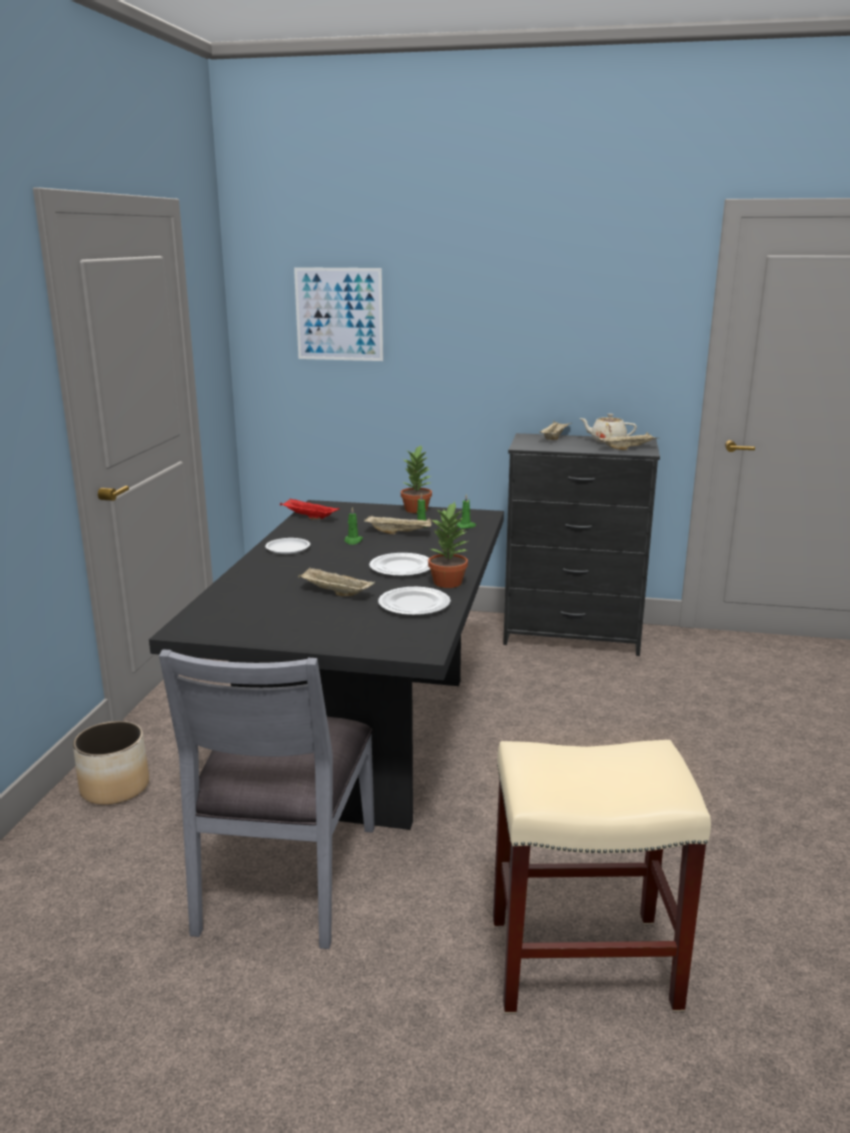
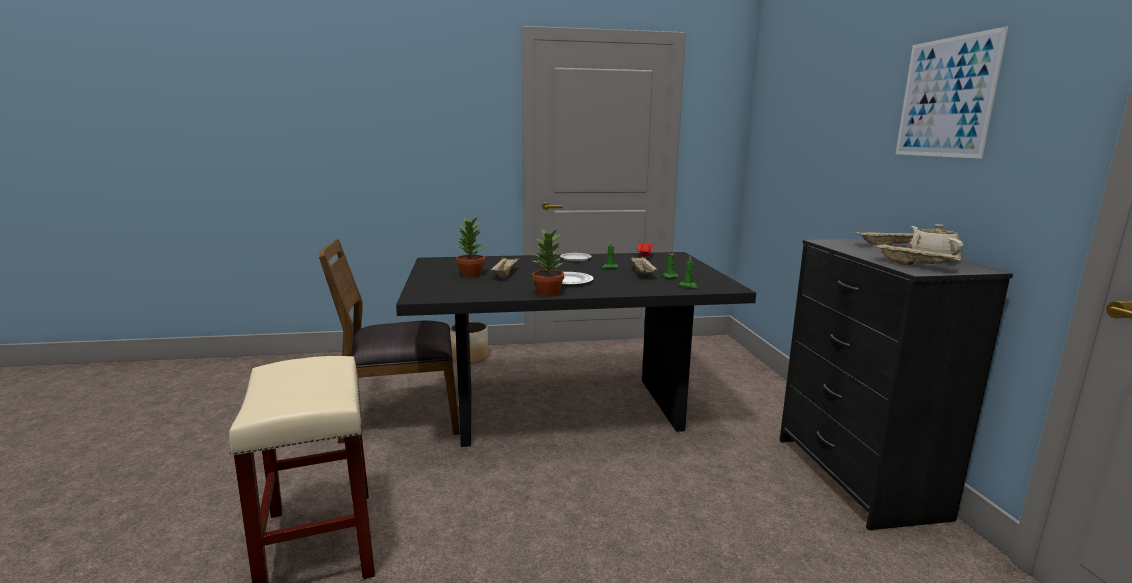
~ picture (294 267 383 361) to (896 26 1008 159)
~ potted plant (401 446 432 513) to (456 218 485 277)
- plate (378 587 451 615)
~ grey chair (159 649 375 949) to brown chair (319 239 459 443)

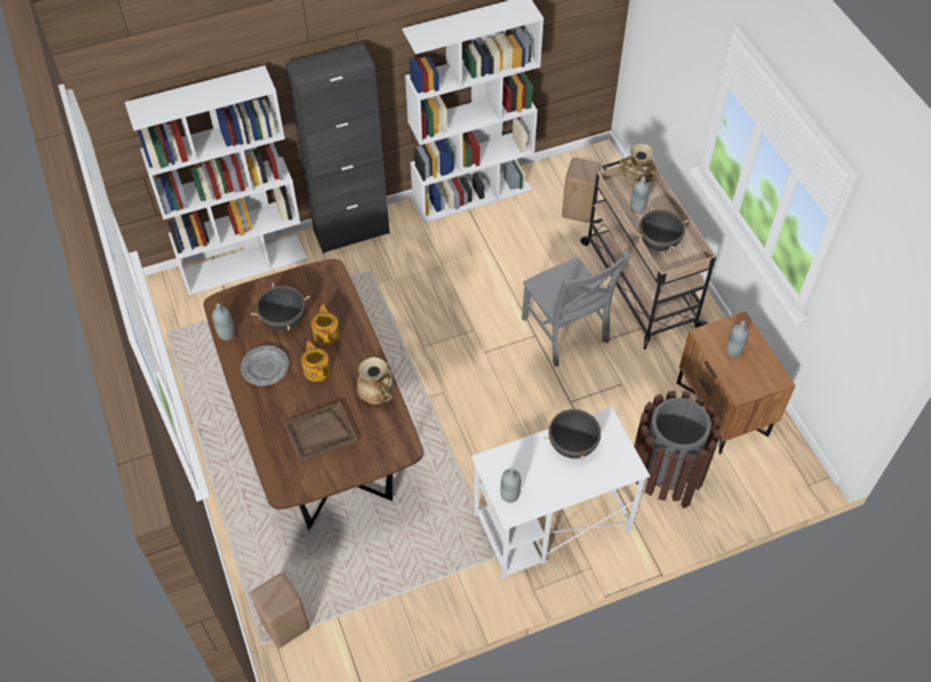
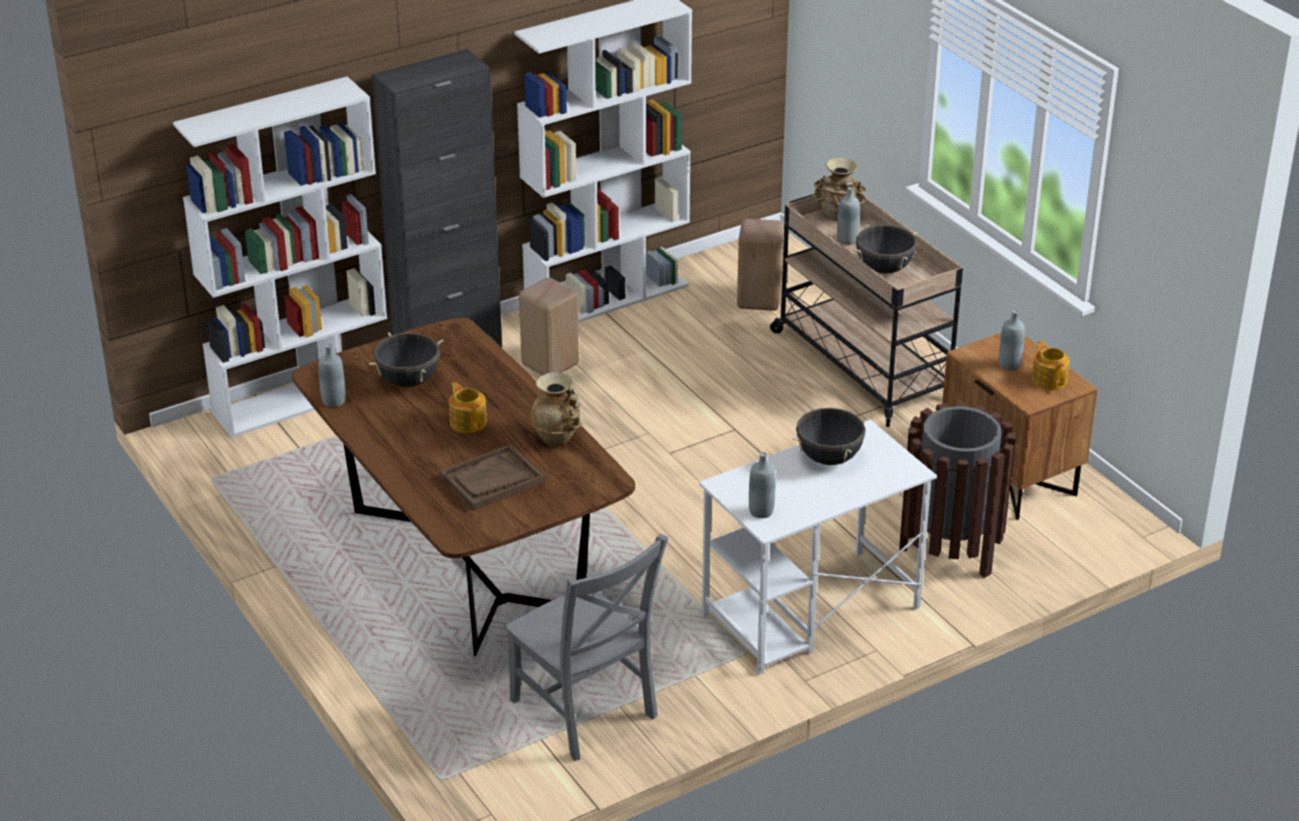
~ grey chair (522 252 631 367) to (504 534 669 761)
~ teapot (312 304 340 345) to (1032 341 1070 390)
- grey plate (241 345 289 386)
~ beige stool (250 573 310 648) to (519 278 579 375)

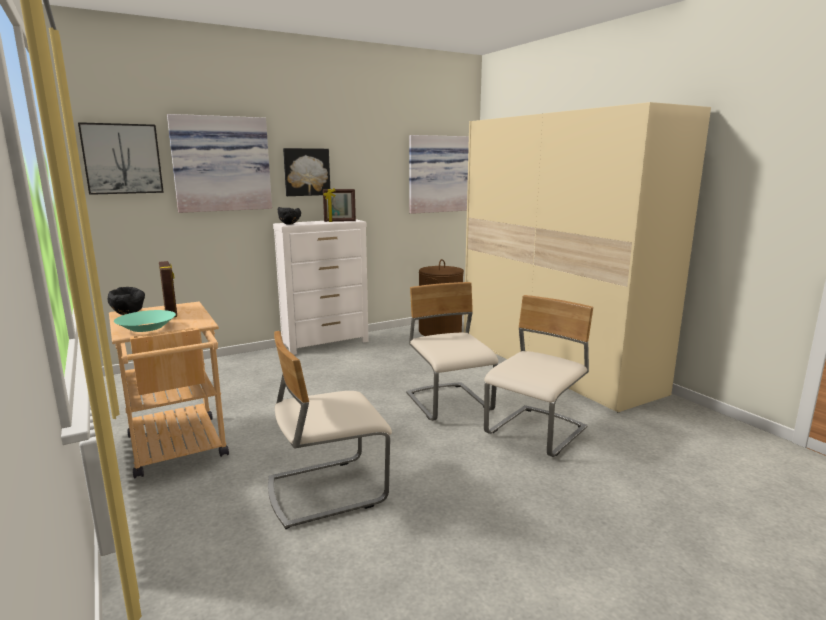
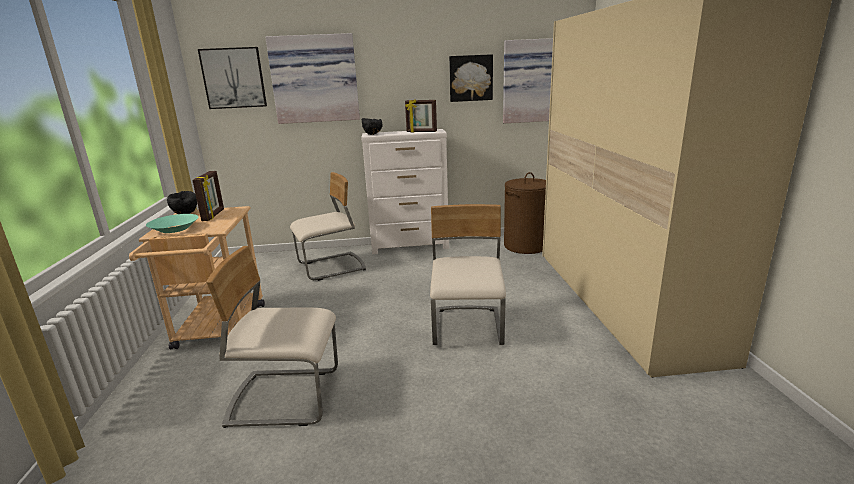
~ picture (283 148 330 196) to (449 54 493 102)
~ beige chair (484 295 593 457) to (290 172 366 281)

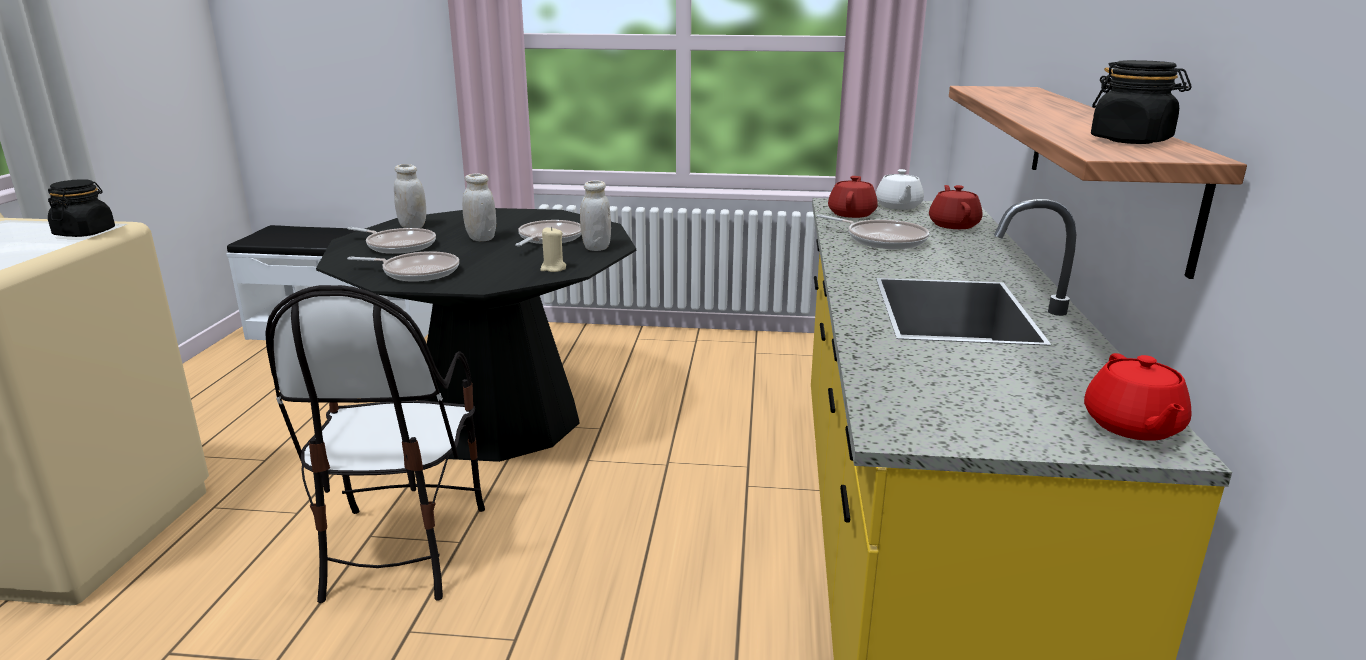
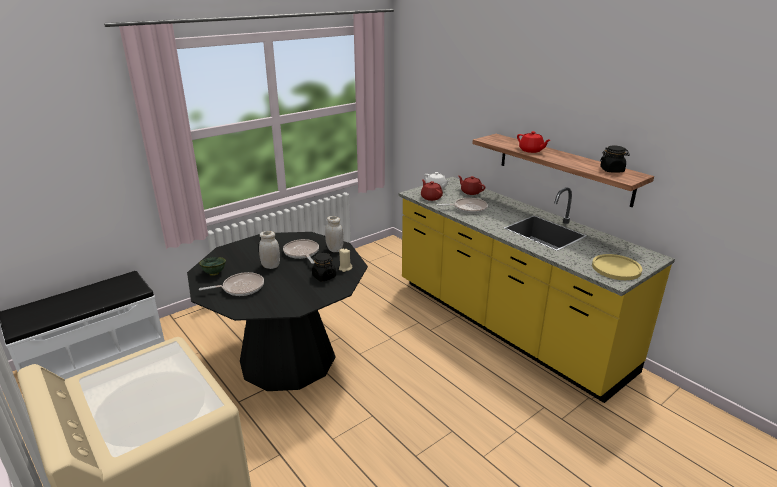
~ white jar (394 164 426 228) to green bowl (199 257 226 276)
~ black jar (48 179 115 237) to (312 253 336 282)
- frying pan (347 251 459 282)
- chair (265 285 485 603)
~ red teapot (1084 353 1192 441) to (517 131 550 153)
+ yellow plate (592 254 642 280)

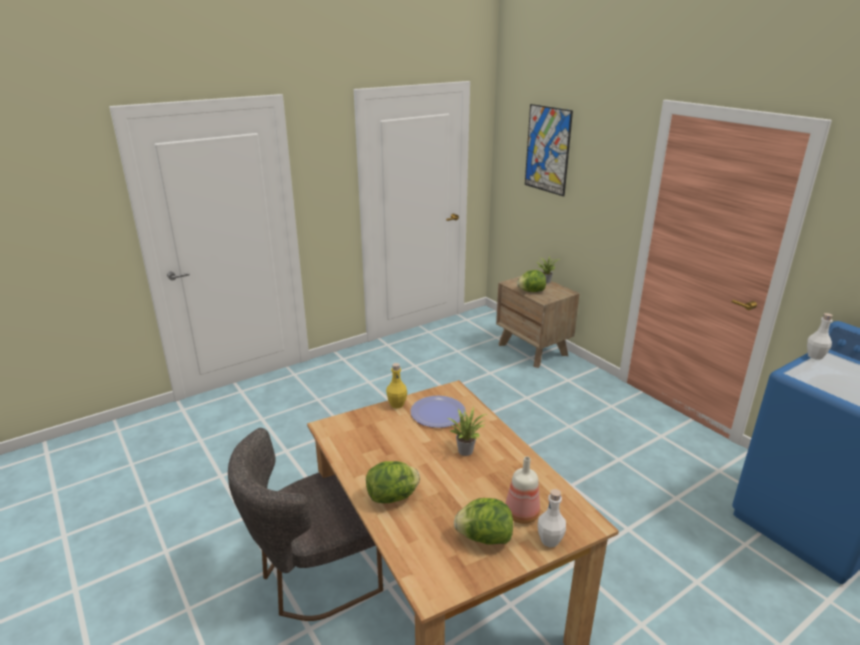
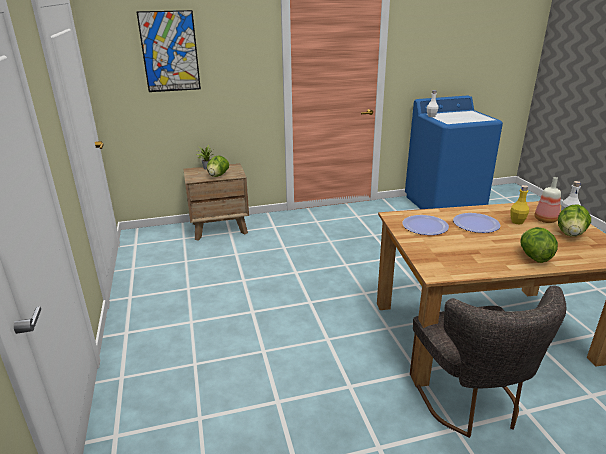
~ yellow bottle (386 363 407 409) to (510 185 529 224)
~ potted plant (448 407 487 456) to plate (453 213 500 233)

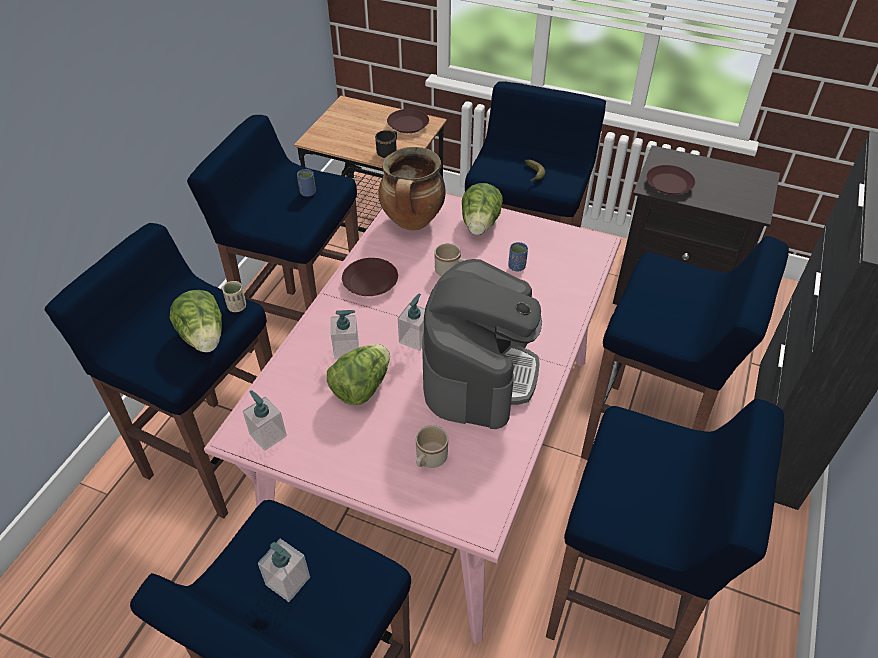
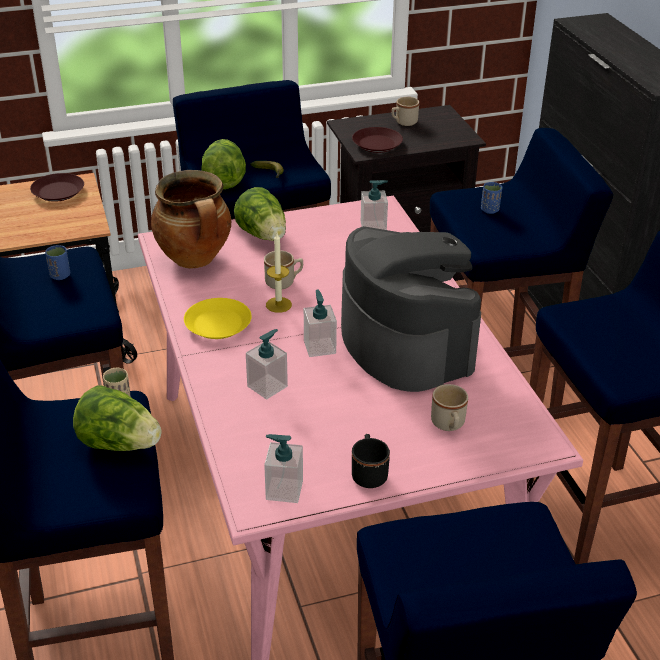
~ black mug (375 130 397 158) to (352 434 390 488)
~ blue cup (508 242 528 271) to (481 182 502 214)
~ brown plate (342 258 398 296) to yellow plate (184 298 252 339)
~ lettuce (327 344 390 405) to (201 139 246 190)
~ soap dispenser (258 539 310 602) to (361 180 388 230)
+ beige mug (392 97 419 126)
+ candle (266 233 292 313)

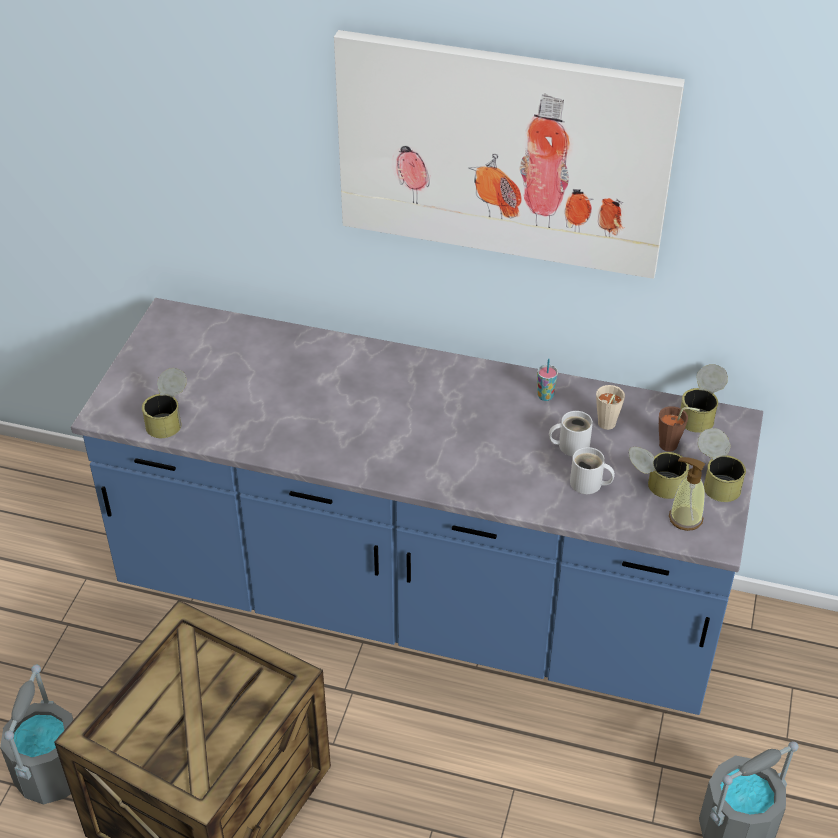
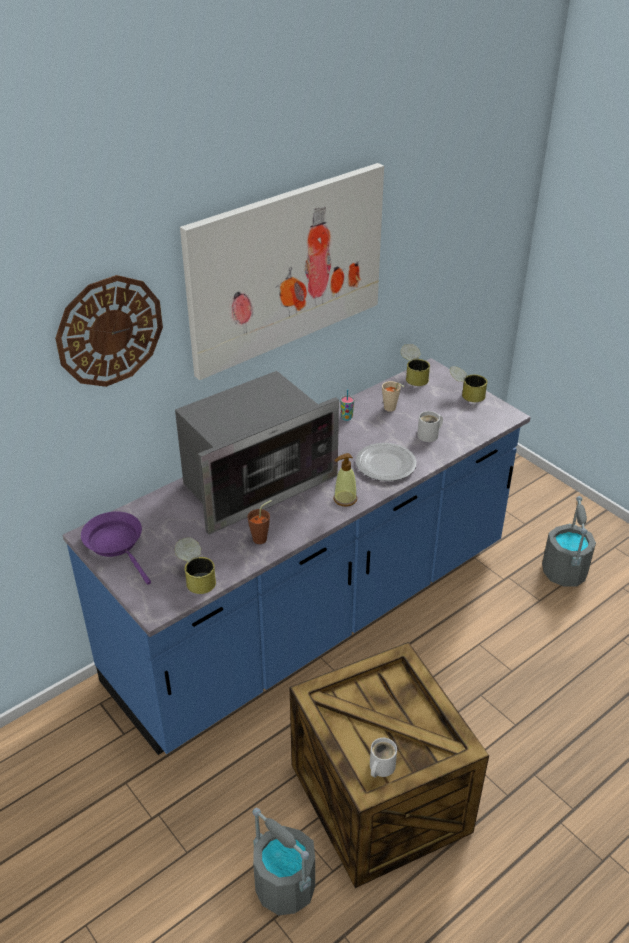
~ brown cup (659 406 700 452) to (247 500 272 544)
~ white mug (549 411 593 457) to (370 738 397 777)
- can (629 447 689 499)
~ soap dispenser (669 457 705 531) to (333 453 357 507)
+ wall clock (55 275 163 387)
+ microwave (175 371 339 535)
+ plate (355 443 417 481)
+ purple frying pan (81 511 151 585)

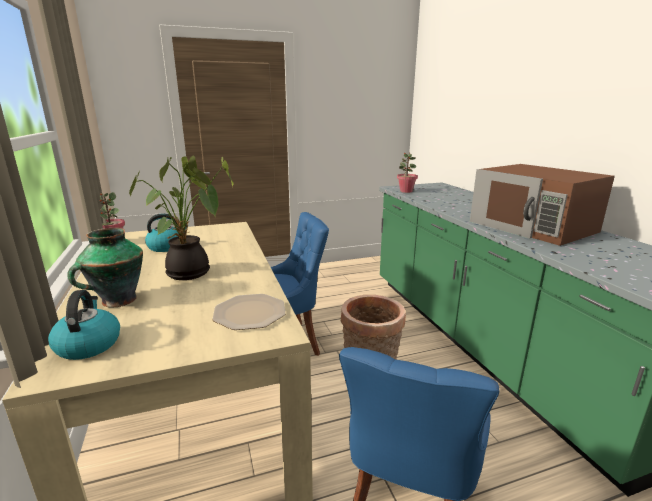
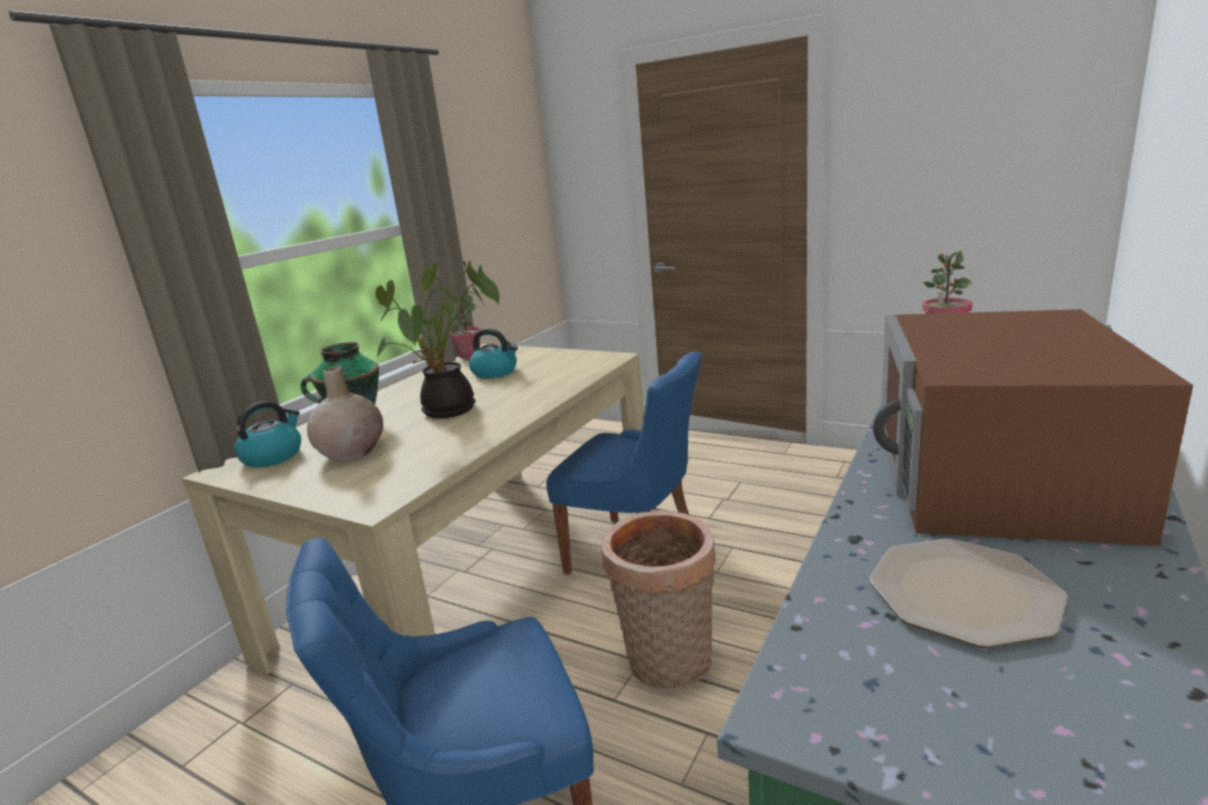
~ plate (212 294 286 330) to (869 538 1068 648)
+ beige vase (307 366 383 461)

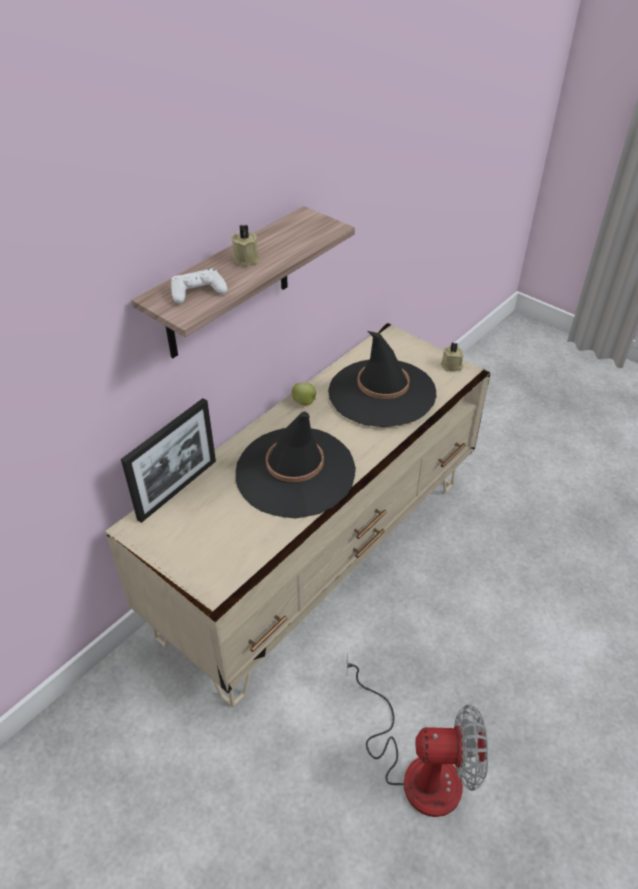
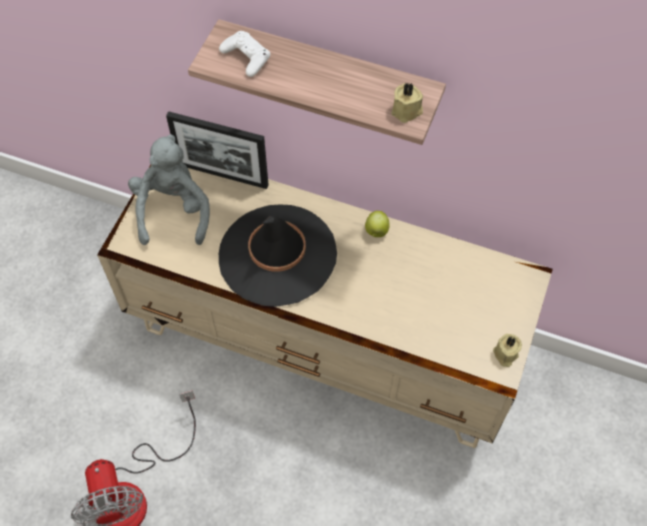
~ beige candle (231 224 259 267) to (391 83 423 123)
- black hat (328 331 437 427)
+ grey plush toy (128 134 210 245)

